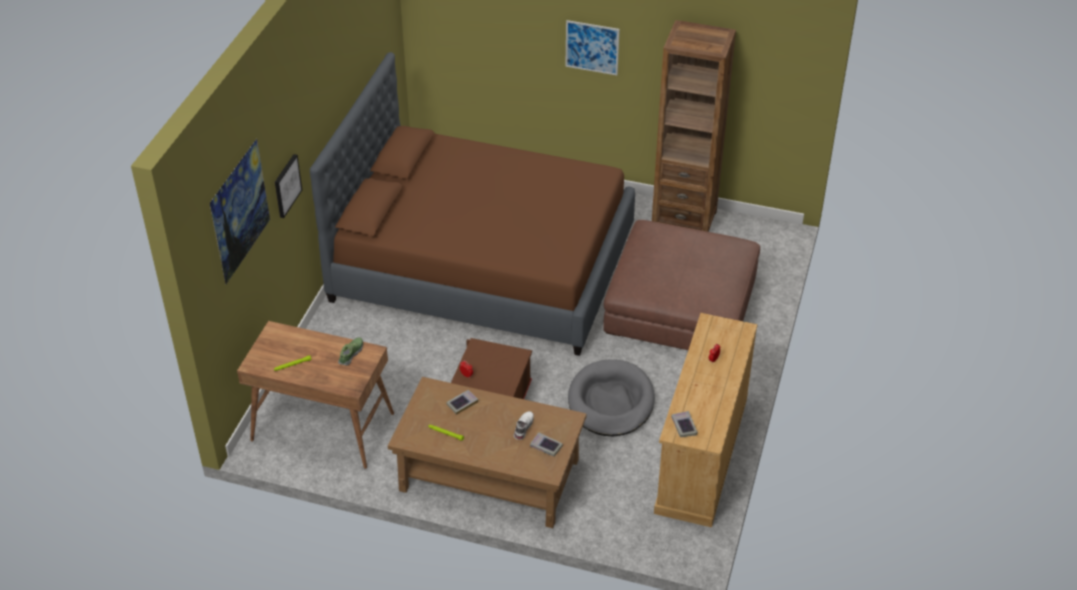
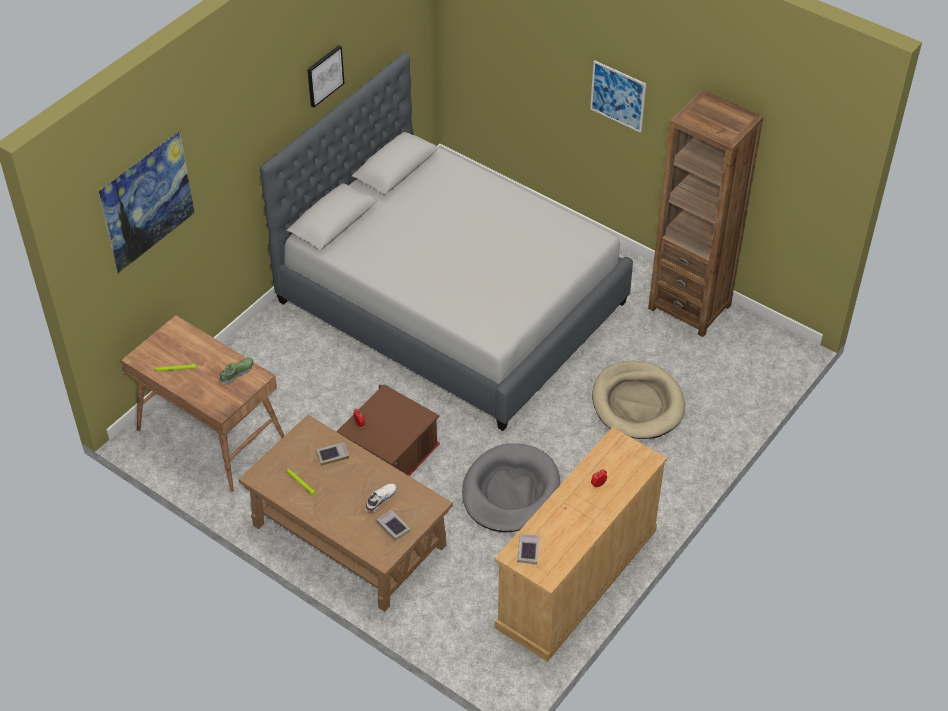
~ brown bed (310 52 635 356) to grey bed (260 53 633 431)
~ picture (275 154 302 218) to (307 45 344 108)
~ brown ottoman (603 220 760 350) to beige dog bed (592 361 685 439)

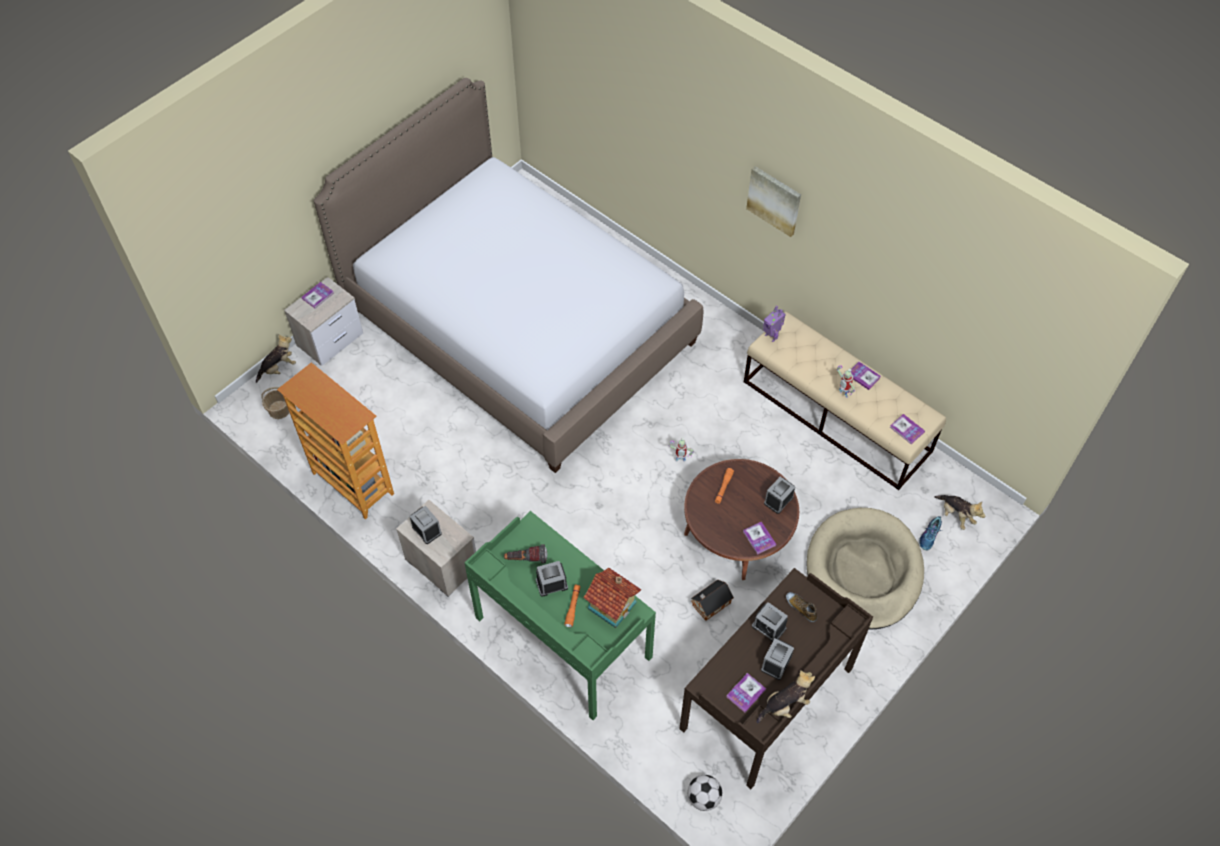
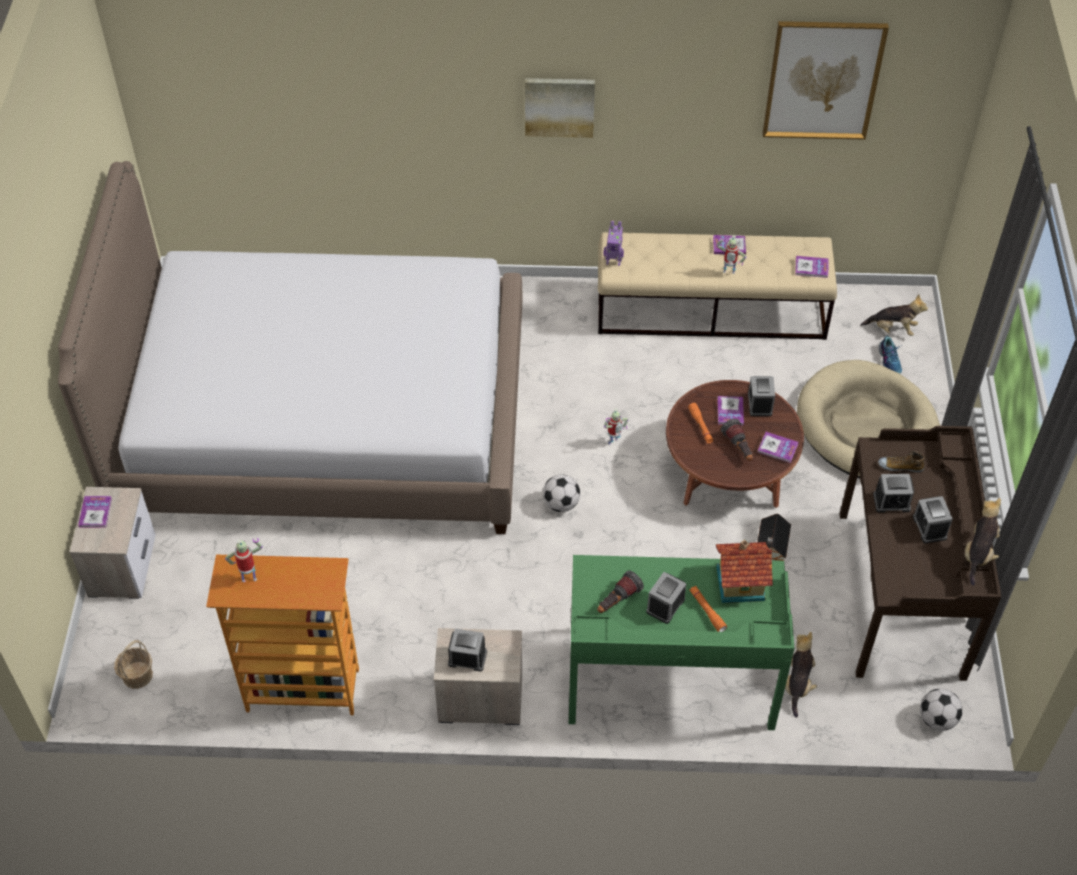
~ plush toy (256 334 296 383) to (785 632 817 718)
~ book (726 673 766 712) to (717 396 744 425)
+ picture (763 21 889 140)
+ flashlight (721 419 753 461)
+ football (543 475 580 512)
+ toy robot (225 538 263 582)

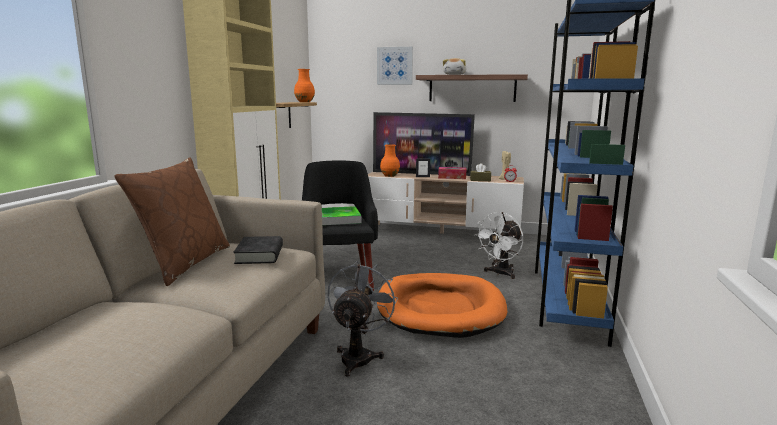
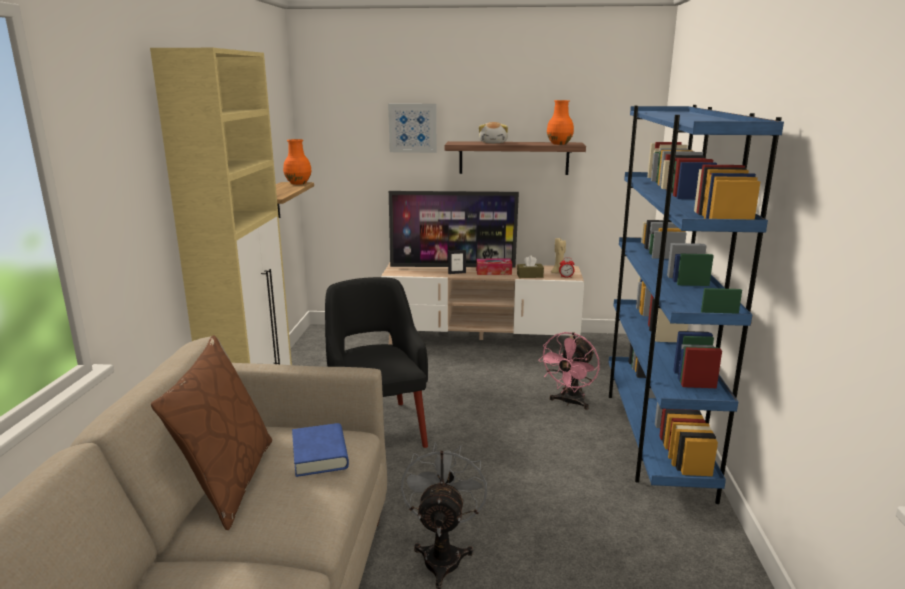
~ orange vase (380 144 400 177) to (547 100 574 145)
- tray (322 206 361 225)
~ white fan (475 212 523 279) to pink fan (538 332 600 410)
~ black book (233 236 283 264) to blue book (292 423 349 477)
- orange dog bed (377 273 507 338)

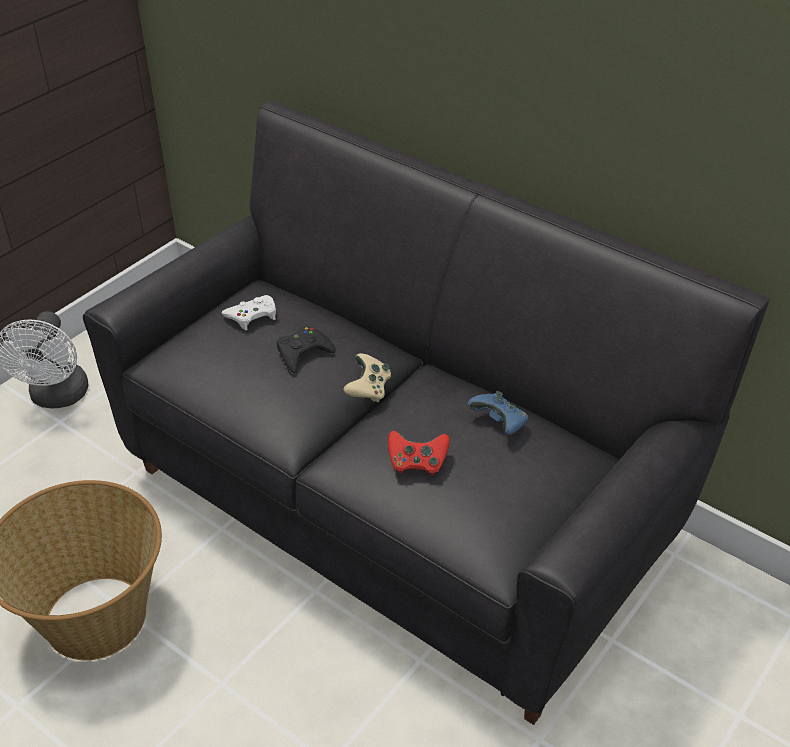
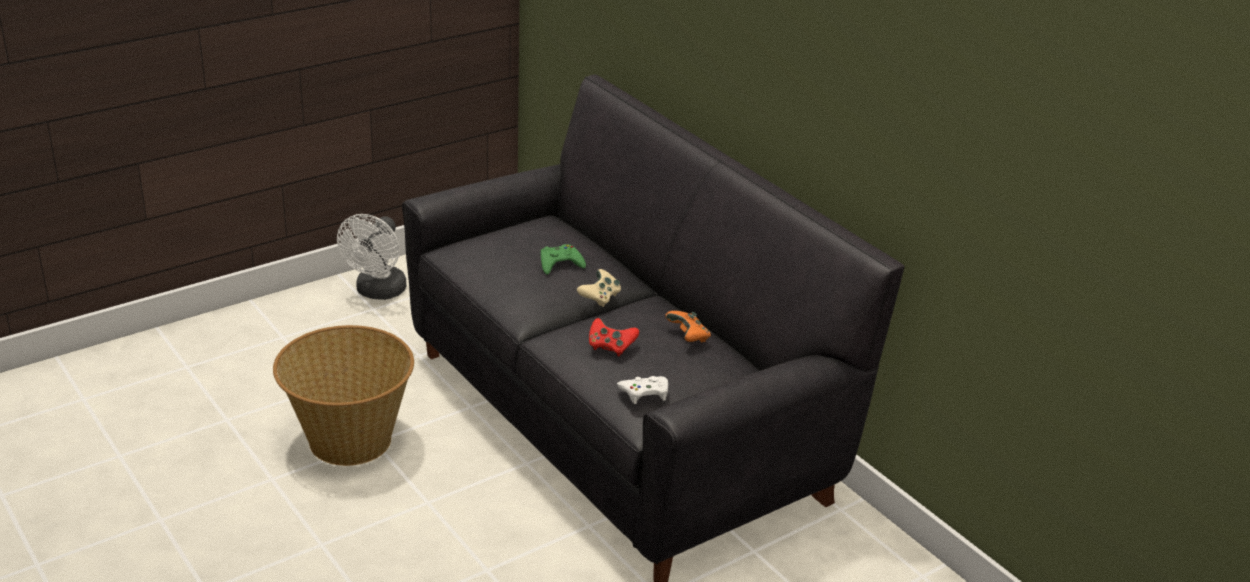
~ white game controller (222 295 276 330) to (617 376 668 404)
~ black game controller (277 326 336 373) to green game controller (541 244 586 275)
~ blue game controller (467 391 529 435) to orange game controller (665 311 711 342)

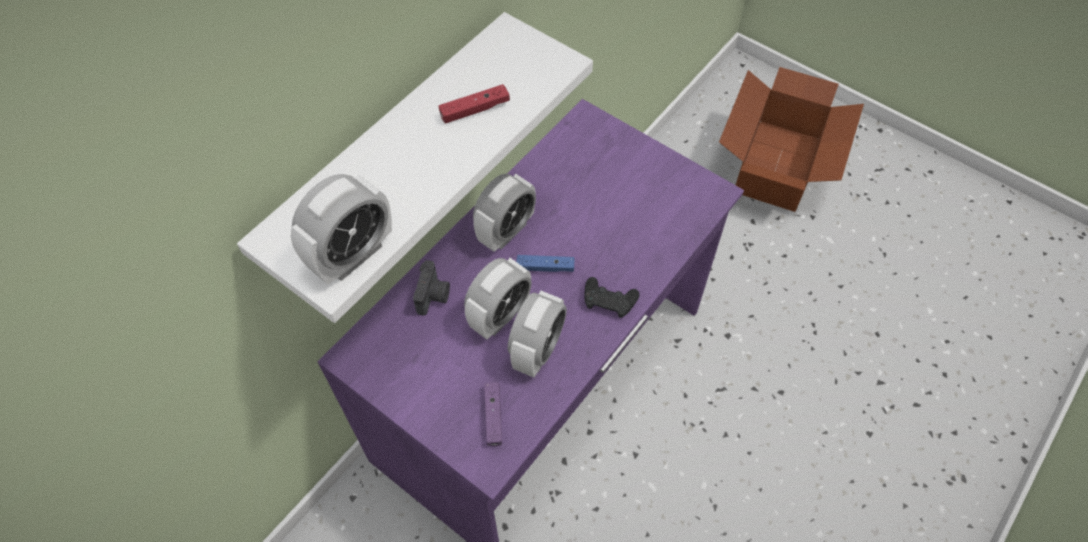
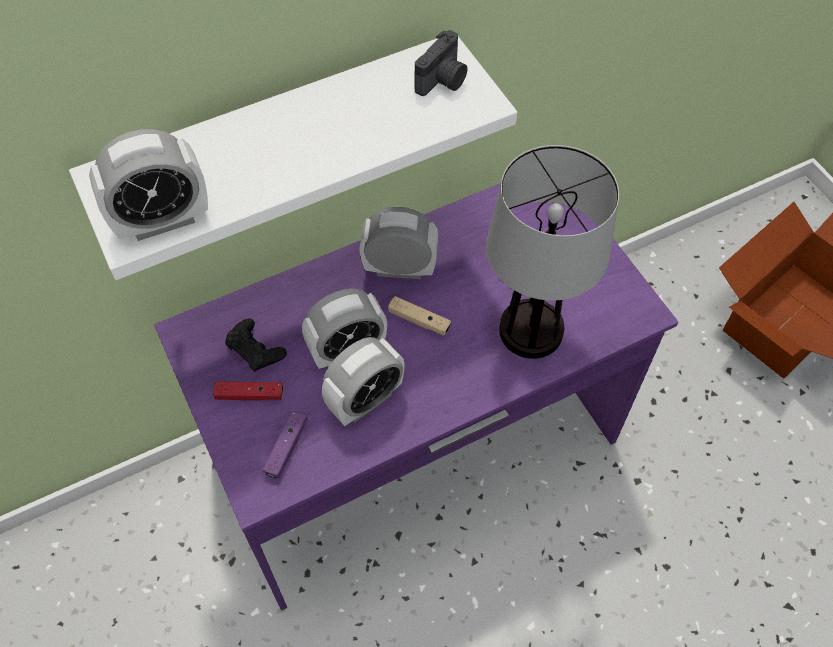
~ red game controller (439 84 510 123) to (213 382 283 401)
~ alarm clock (473 174 536 252) = (359 207 438 279) 150 degrees counterclockwise
~ blue game controller (517 255 575 272) to beige game controller (388 296 451 336)
~ photo camera (413 260 450 315) to (415 30 467 96)
~ black game controller (584 277 639 318) to (225 319 287 372)
+ table lamp (486 145 619 359)

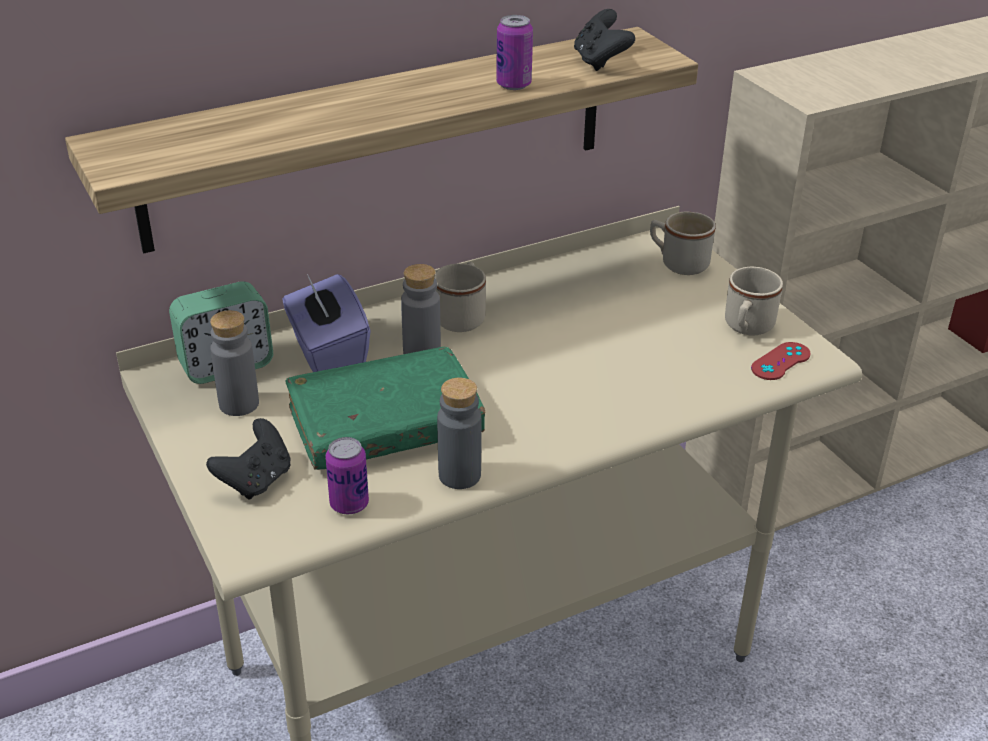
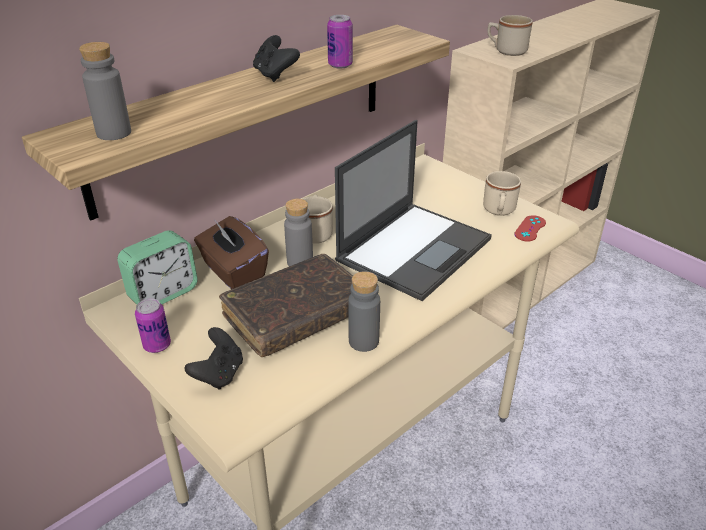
~ black game controller (574 9 635 71) to (253 35 300 82)
~ beige mug (650 211 716 275) to (487 15 533 56)
~ purple tissue box (283 274 371 372) to brown tissue box (194 216 269 289)
~ grey bottle (210 310 259 416) to (79 42 131 140)
~ green book (286 347 485 470) to brown book (219 254 353 357)
~ can (326 437 369 514) to (135 298 171 353)
+ laptop (335 120 492 301)

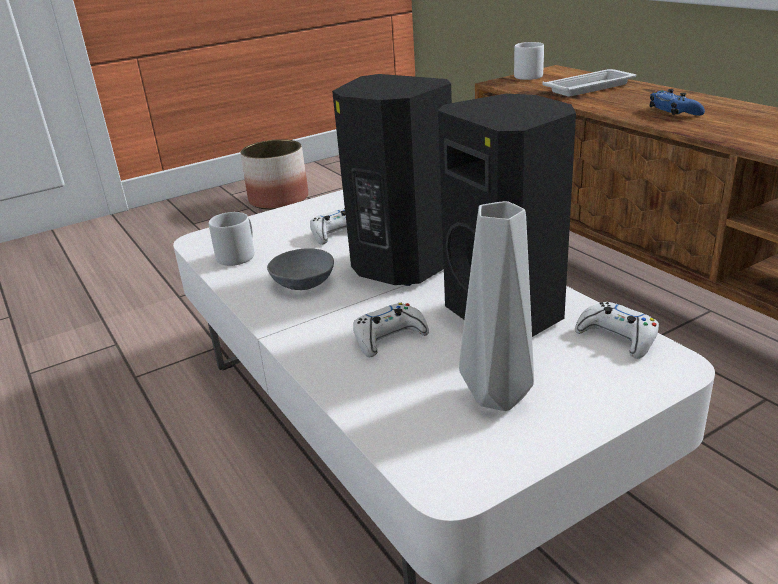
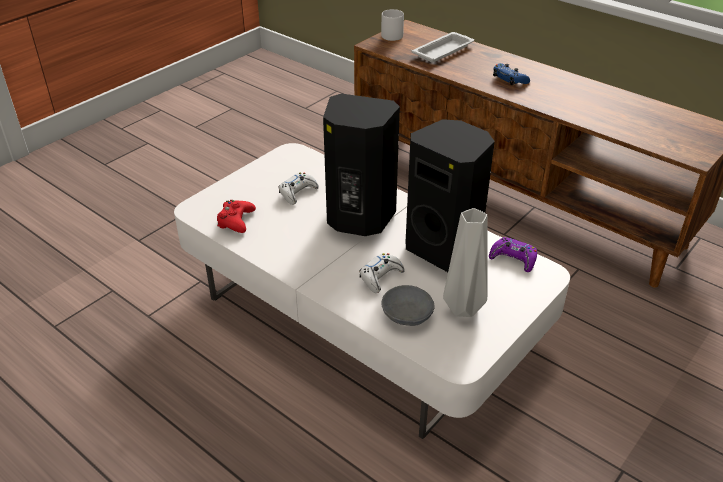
- planter (240 139 308 210)
~ grey mug (209 212 254 266) to red game controller (217 200 256 233)
~ grey bowl (267 248 334 290) to (381 285 434 326)
~ white game controller (575 302 659 359) to purple game controller (489 237 537 272)

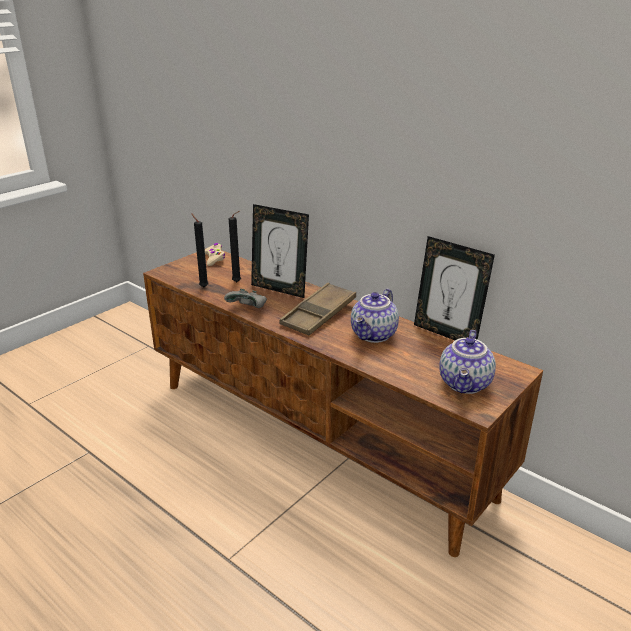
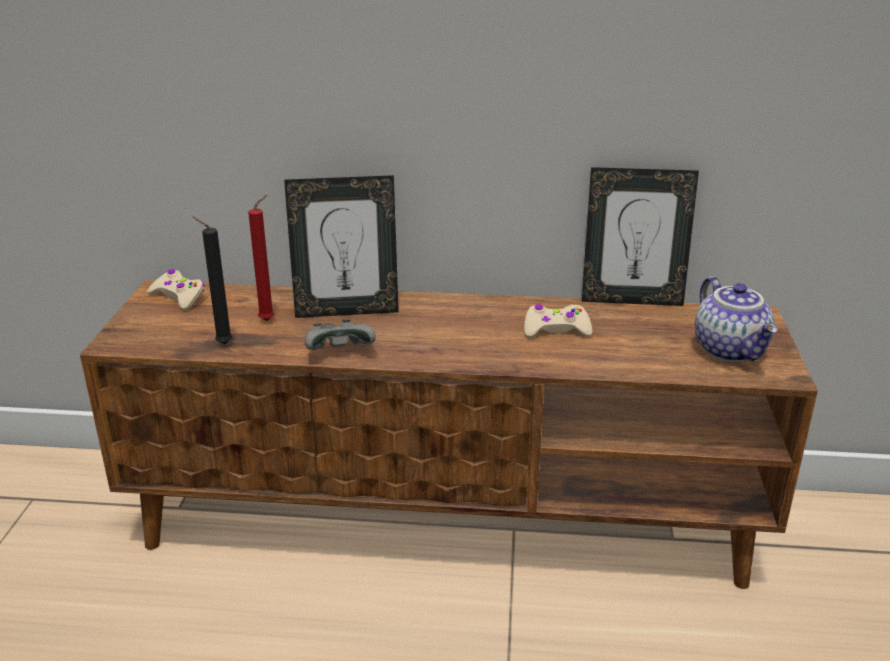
~ black candle (229 211 241 282) to red candle (248 195 275 321)
- brown tray (280 283 356 336)
~ teapot (351 288 399 343) to beige game controller (524 304 592 338)

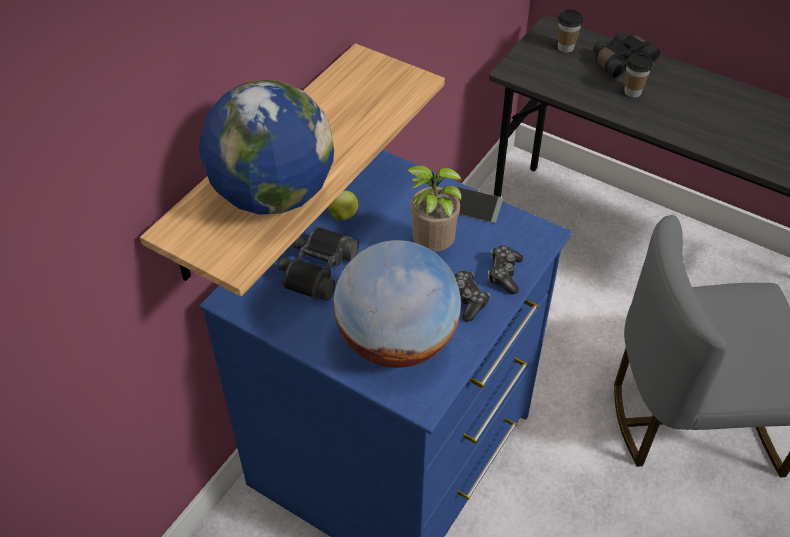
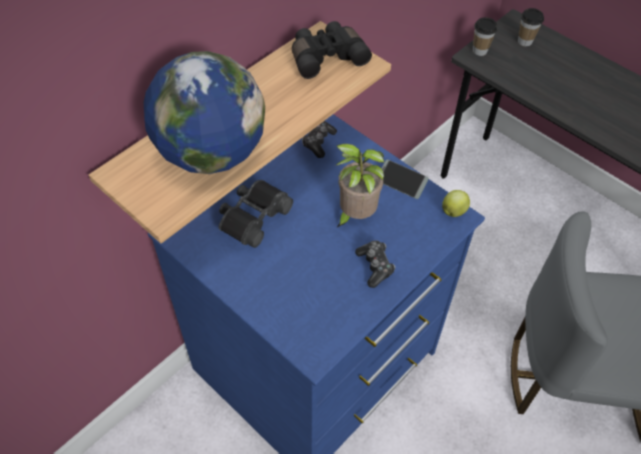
~ black binoculars (593 32 660 78) to (292 21 372 79)
~ cup (624 53 654 98) to (473 17 498 56)
~ apple (329 190 358 220) to (442 190 470 217)
- globe (334 240 461 368)
~ game controller (488 245 523 294) to (302 121 337 158)

